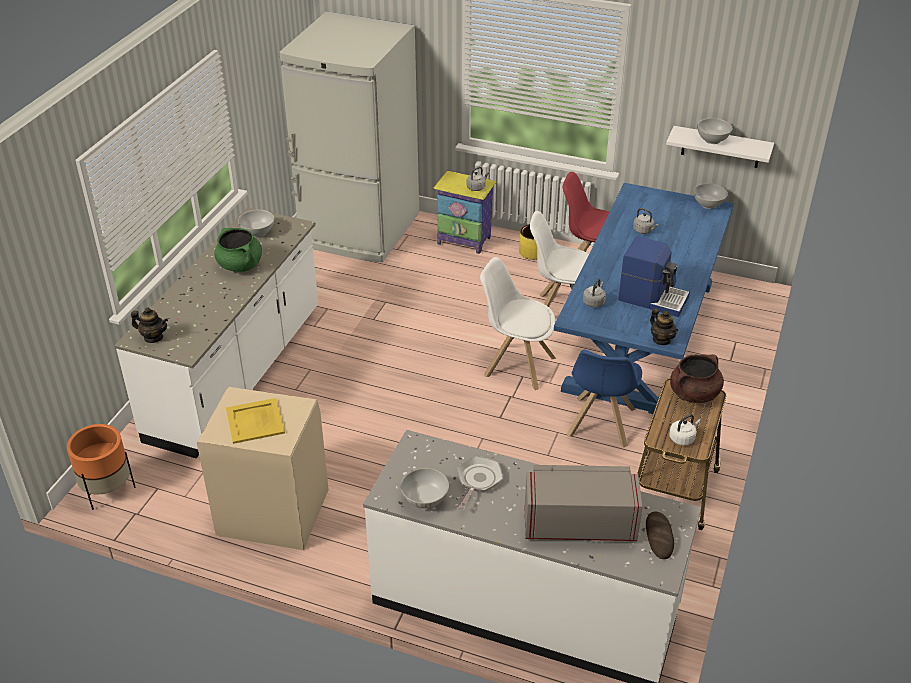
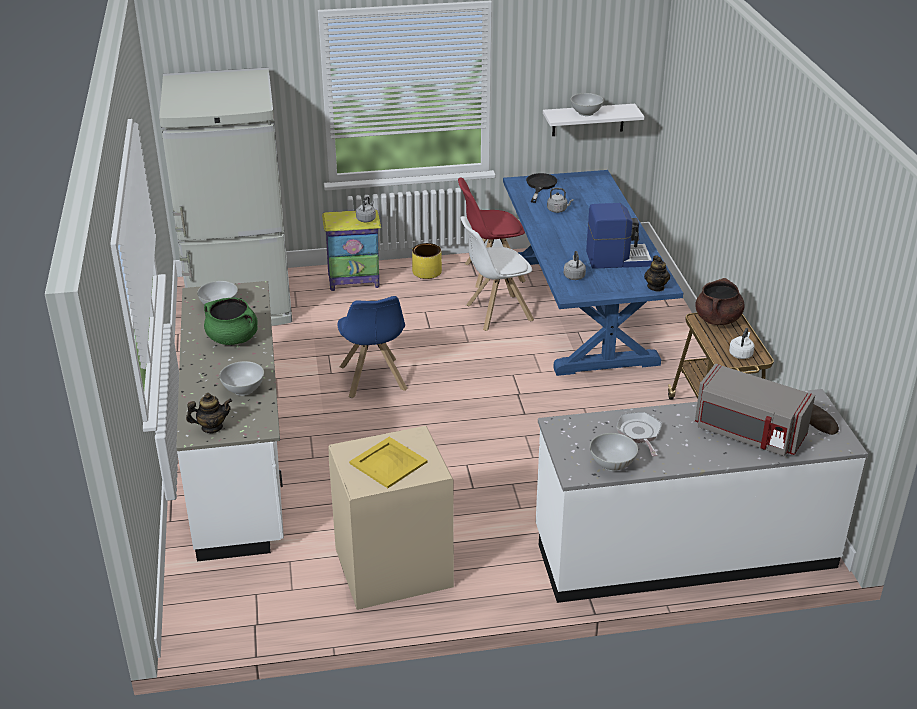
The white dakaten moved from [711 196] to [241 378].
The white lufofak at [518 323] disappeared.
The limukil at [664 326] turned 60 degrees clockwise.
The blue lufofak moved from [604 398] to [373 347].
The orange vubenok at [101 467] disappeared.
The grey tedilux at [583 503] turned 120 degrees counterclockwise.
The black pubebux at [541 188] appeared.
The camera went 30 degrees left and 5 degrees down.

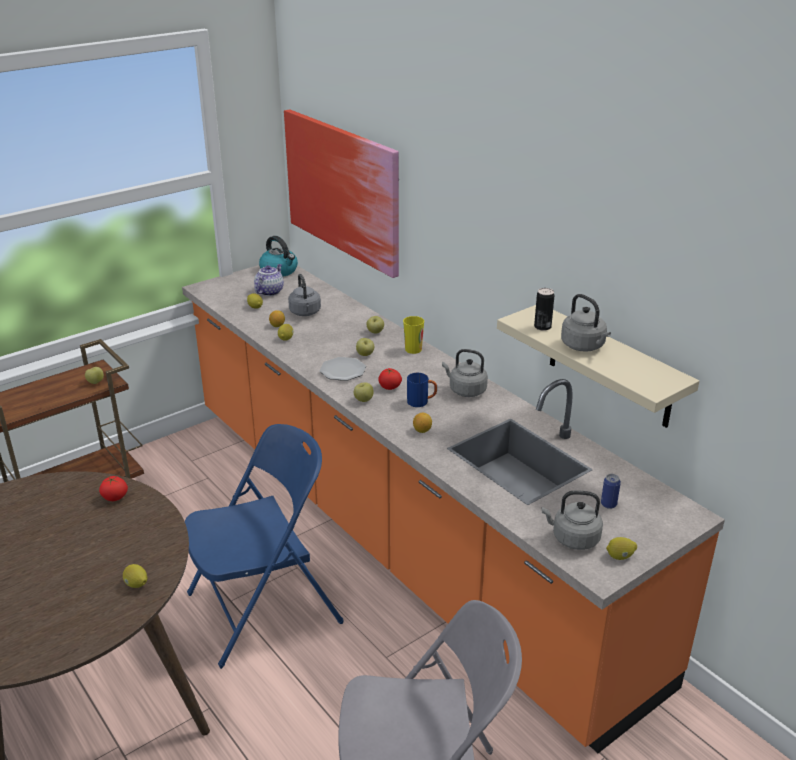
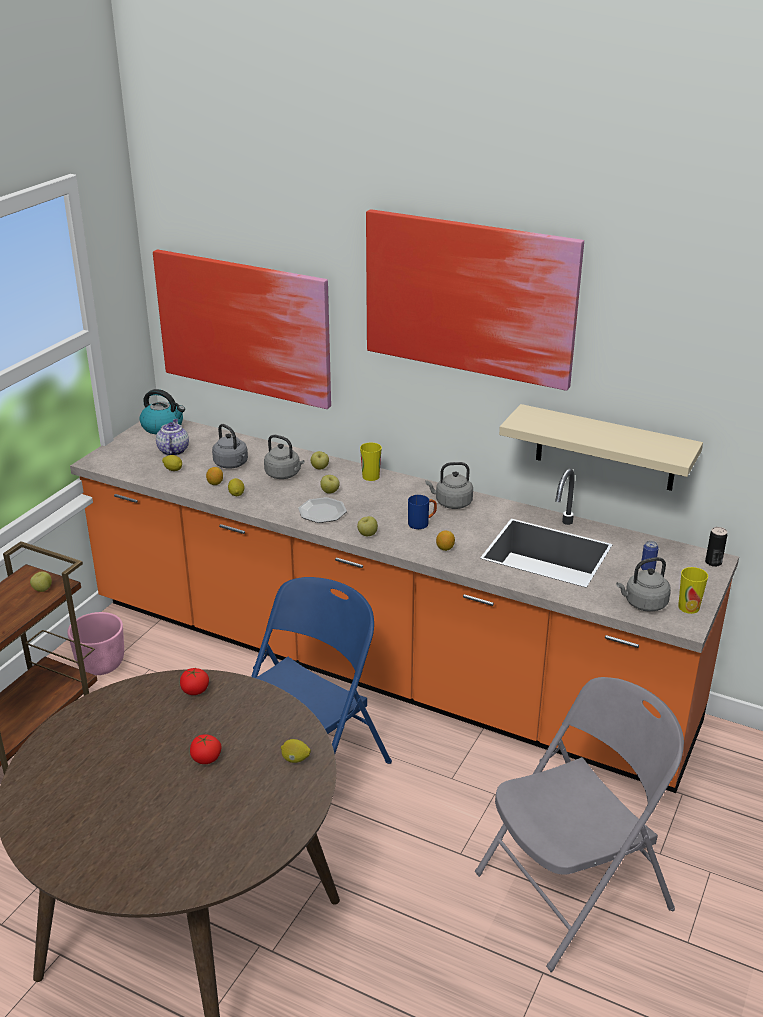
The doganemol moved from [544 309] to [716 547].
The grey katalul moved from [586 323] to [284 457].
The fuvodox moved from [390 379] to [205 749].
The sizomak at [621 548] was replaced by the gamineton at [693 590].
The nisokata at [475 300] appeared.
The pink vubenok at [95 643] appeared.
The camera went 25 degrees left and 0 degrees up.

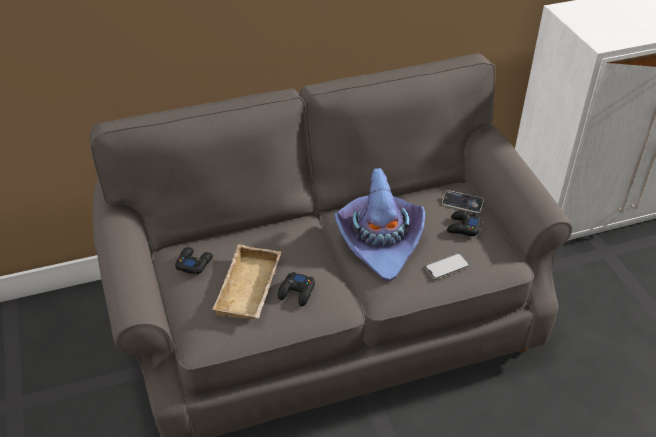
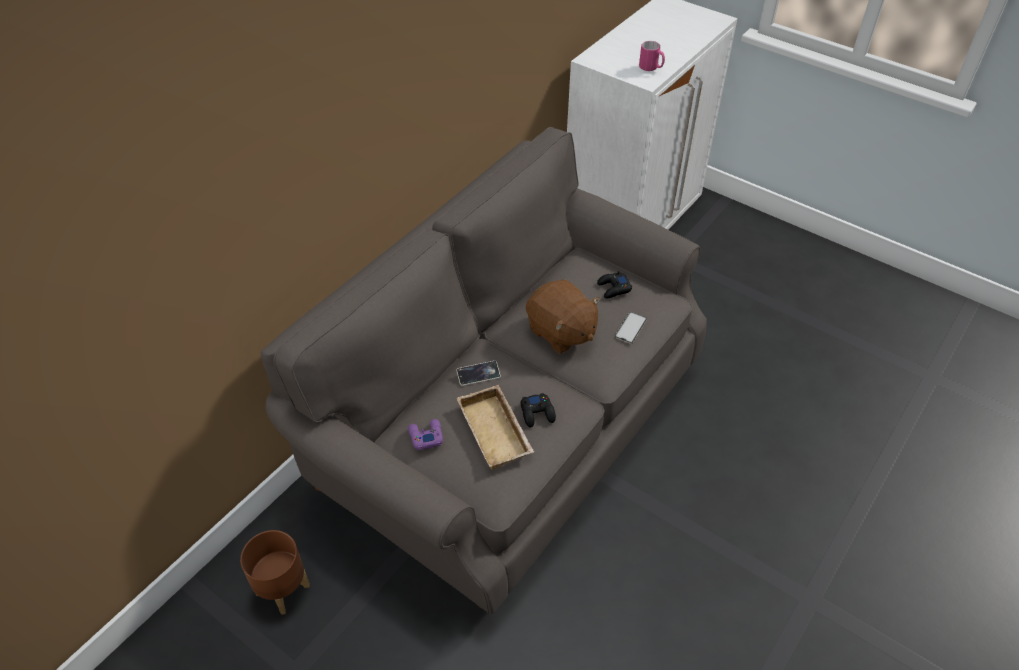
The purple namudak at [379 225] was replaced by the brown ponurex at [563 317].
The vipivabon moved from [463 201] to [478 373].
The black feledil at [194 261] became the purple feledil at [425 435].
The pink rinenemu at [652 56] appeared.
The brown vubenok at [275 572] appeared.
The camera went 35 degrees left and 5 degrees up.

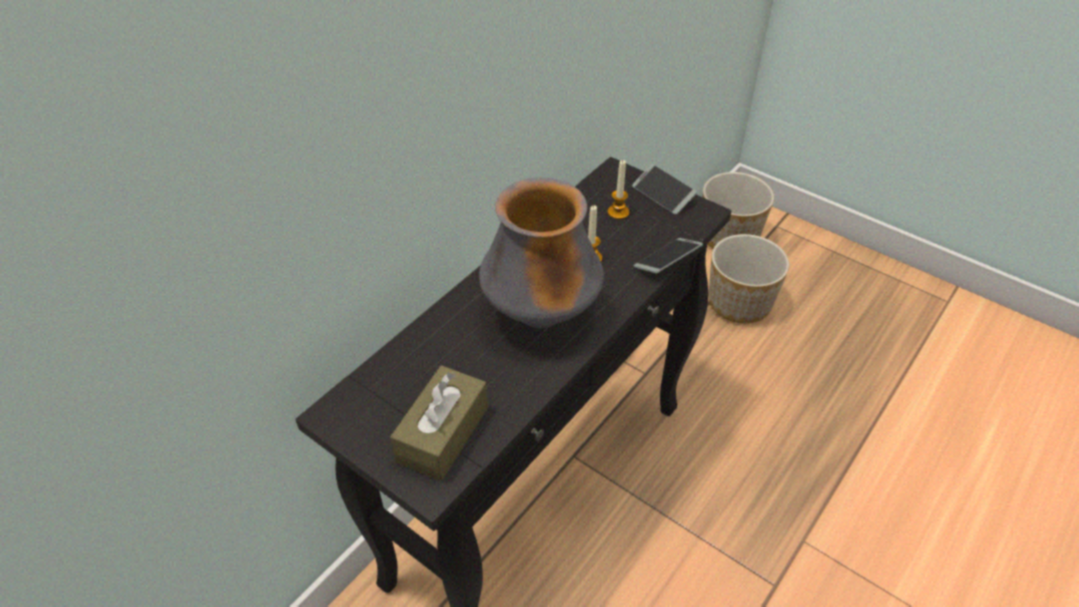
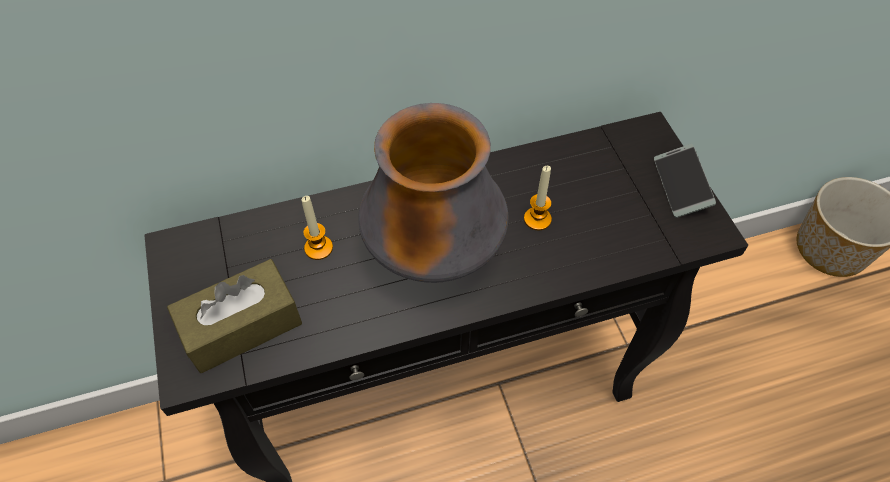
The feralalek moved from [618 189] to [317 228].
The vubenok at [748 279] disappeared.
The vipivabon at [668 255] disappeared.
The camera went 35 degrees right and 10 degrees up.

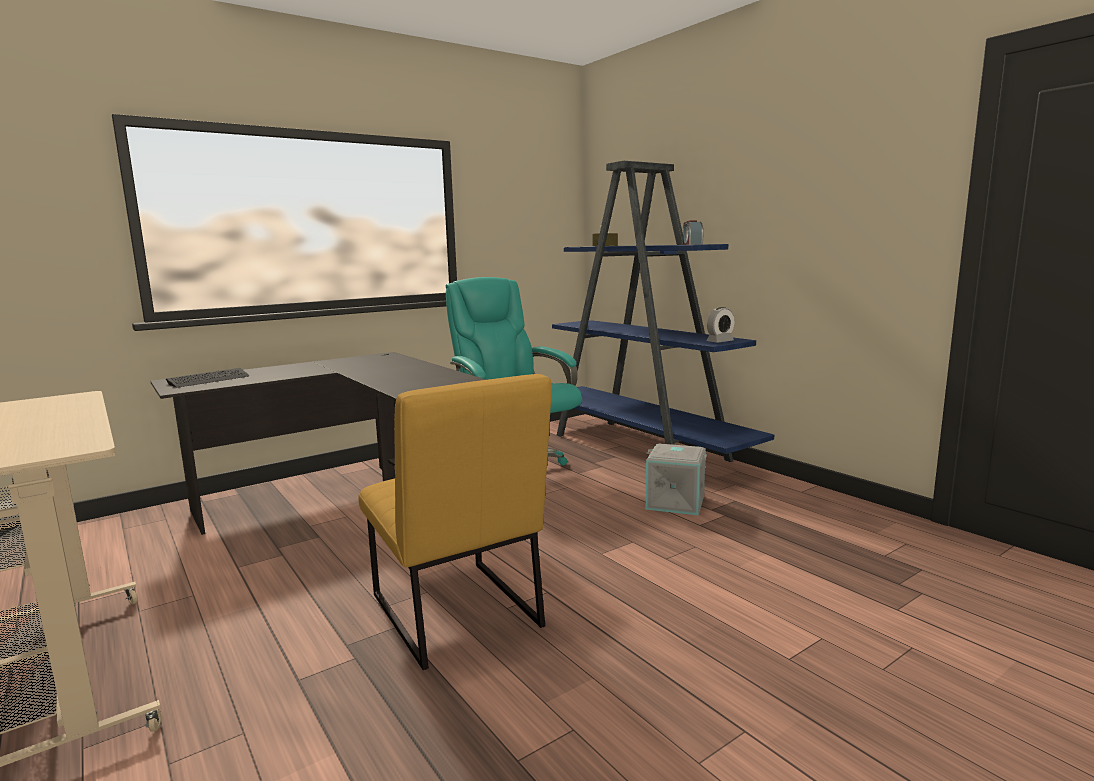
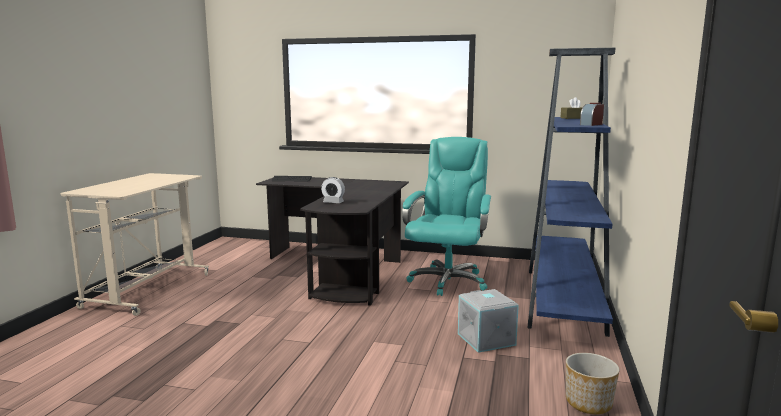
The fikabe moved from [720 324] to [333 190].
The yellow lufofak at [454 522] disappeared.
The vubenok at [592 383] appeared.
The camera went 50 degrees right and 0 degrees up.

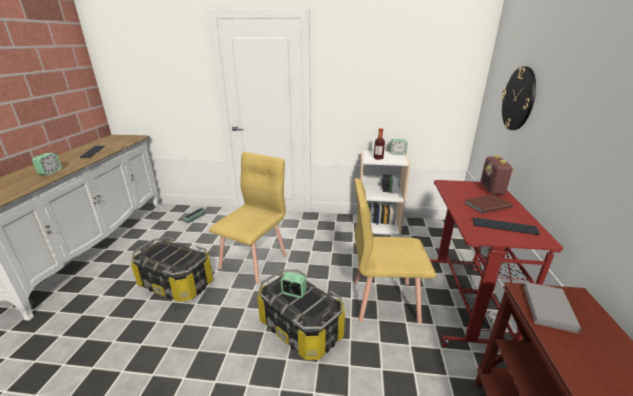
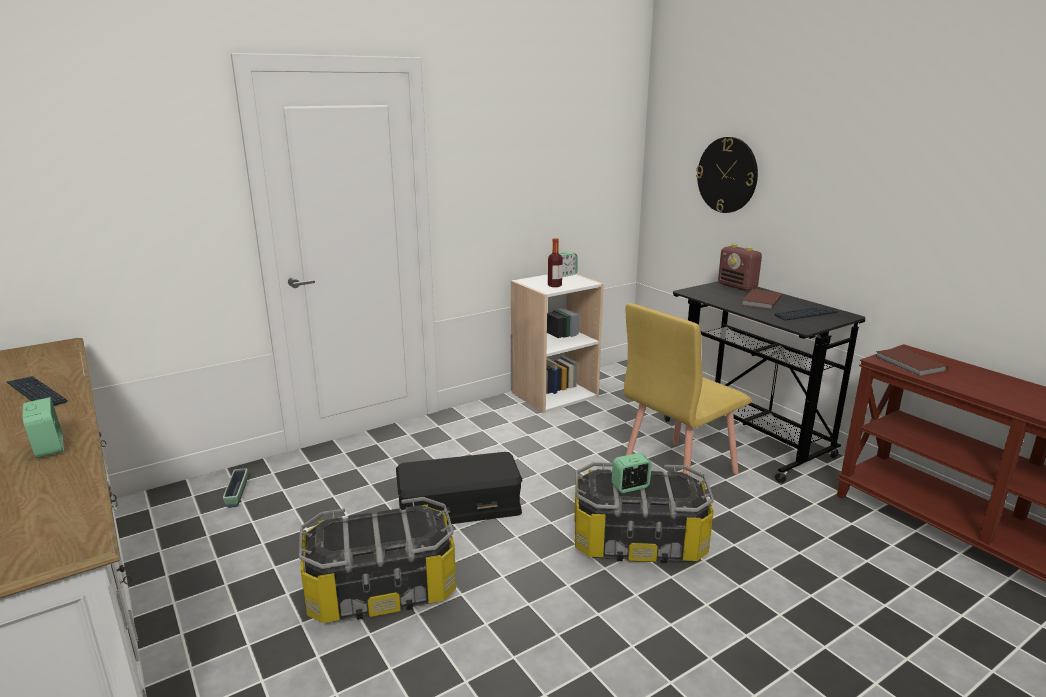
The yellow lufofak at [248 218] was replaced by the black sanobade at [459 488].
The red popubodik at [496 263] became the black popubodik at [764 382].
The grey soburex at [552 308] became the brown soburex at [911 362].
The camera went 40 degrees left and 5 degrees down.

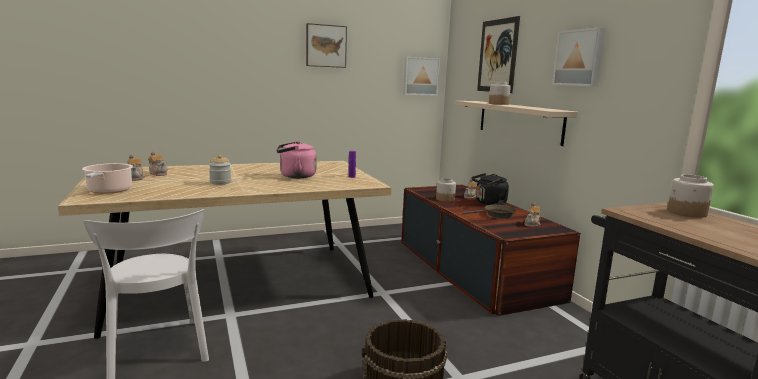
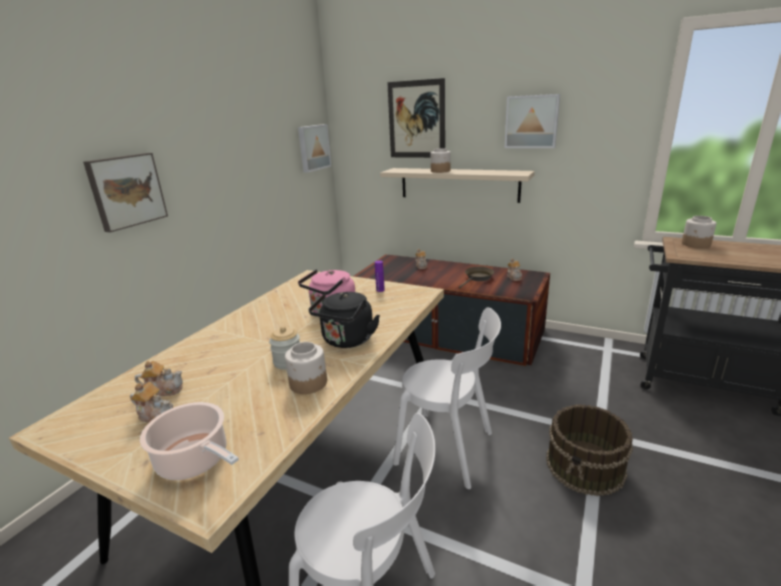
The nisokata moved from [326 45] to [125 192].
The black katalul moved from [490 189] to [344 320].
The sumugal moved from [446 190] to [306 368].
The white lufofak at [447 398] appeared.
The camera went 40 degrees left and 10 degrees up.

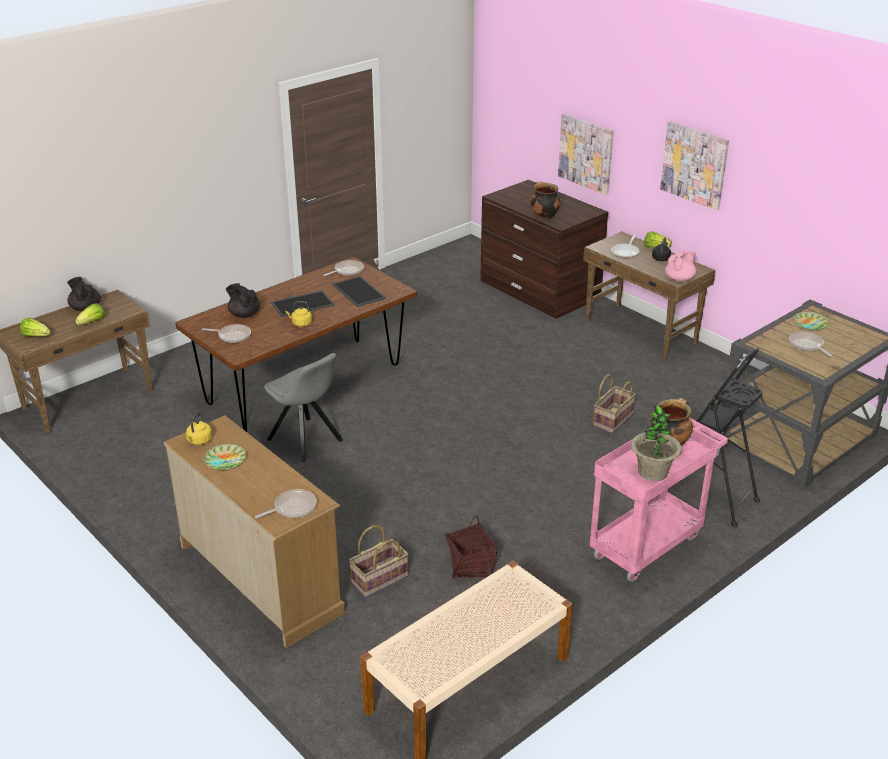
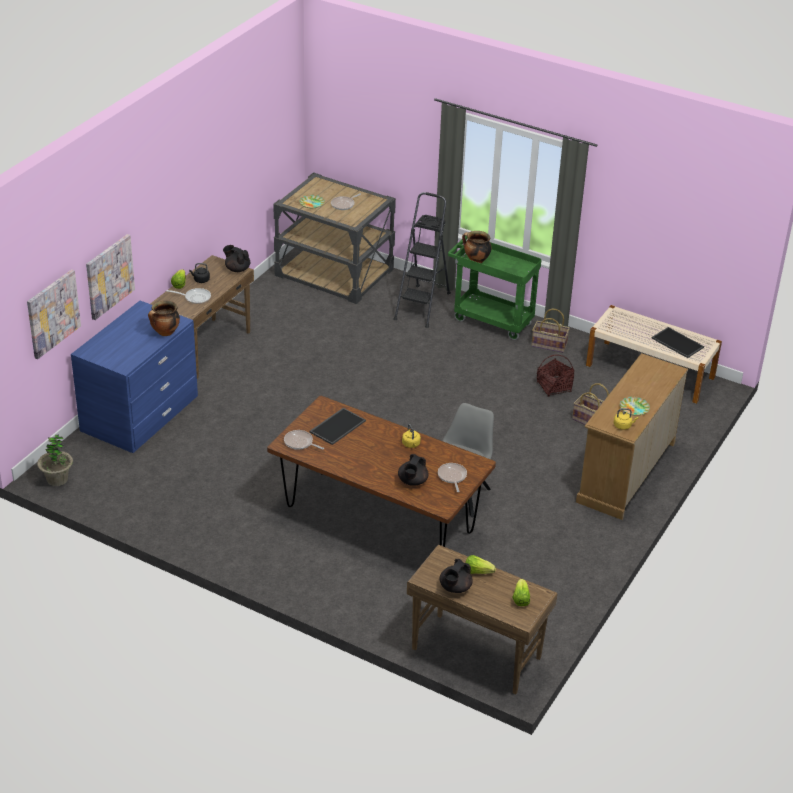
The nisokata moved from [694 165] to [54 314].
The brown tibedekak at [544 249] became the blue tibedekak at [134 377].
The pink limukil at [680 266] became the black limukil at [236 258].
The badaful moved from [302 303] to [677 342].
The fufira moved from [614 403] to [550 331].
The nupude moved from [656 443] to [55 460].
The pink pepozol at [659 500] became the green pepozol at [495 288].
The pubebux at [286 503] disappeared.
The camera went 110 degrees left and 5 degrees up.

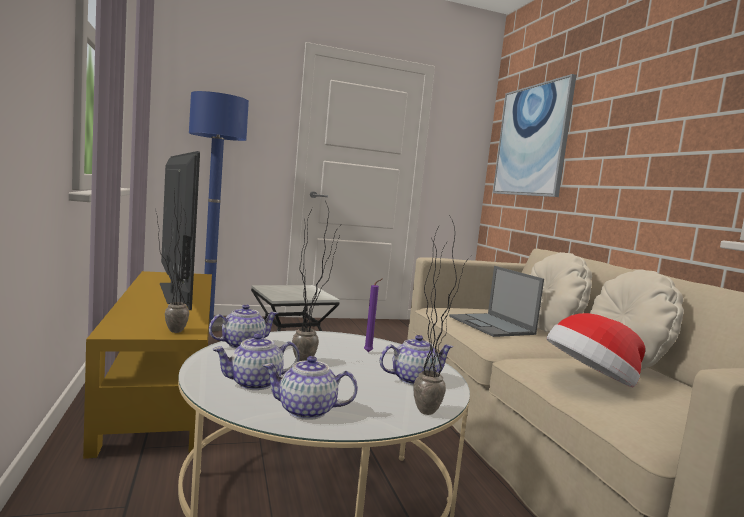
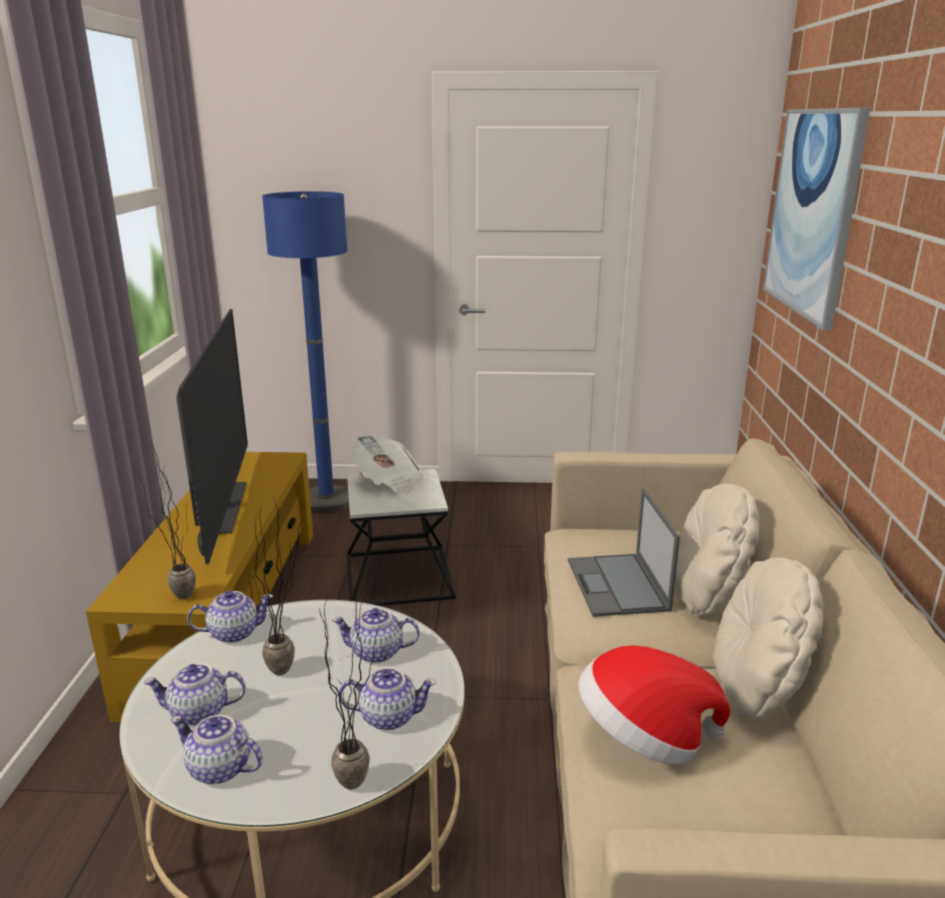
The purple feralalek at [373 315] was replaced by the limukil at [376 635].
The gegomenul at [387 465] appeared.
The camera went 20 degrees right and 15 degrees up.

